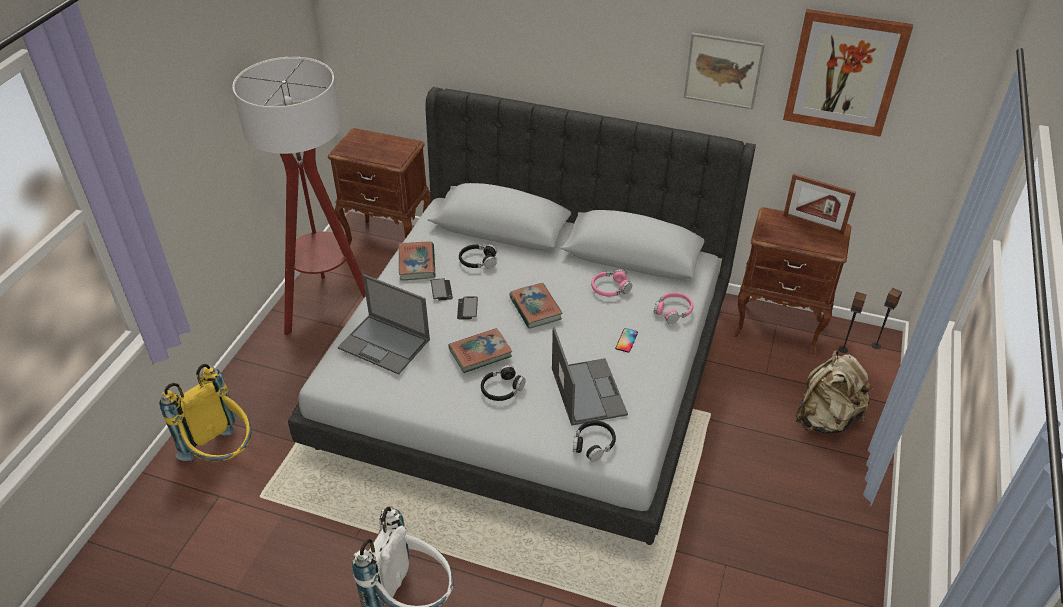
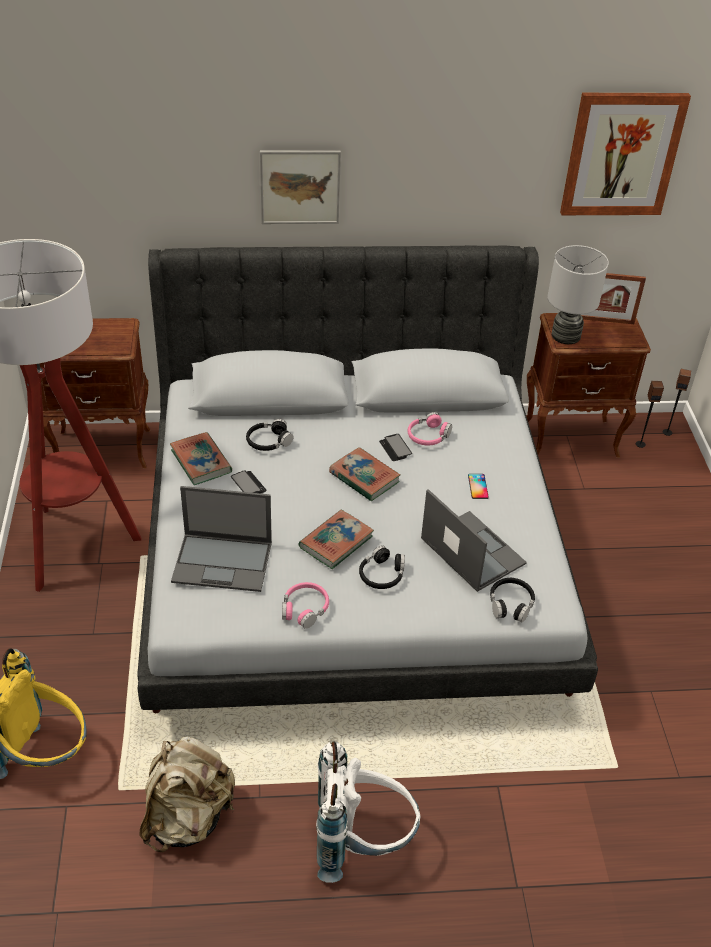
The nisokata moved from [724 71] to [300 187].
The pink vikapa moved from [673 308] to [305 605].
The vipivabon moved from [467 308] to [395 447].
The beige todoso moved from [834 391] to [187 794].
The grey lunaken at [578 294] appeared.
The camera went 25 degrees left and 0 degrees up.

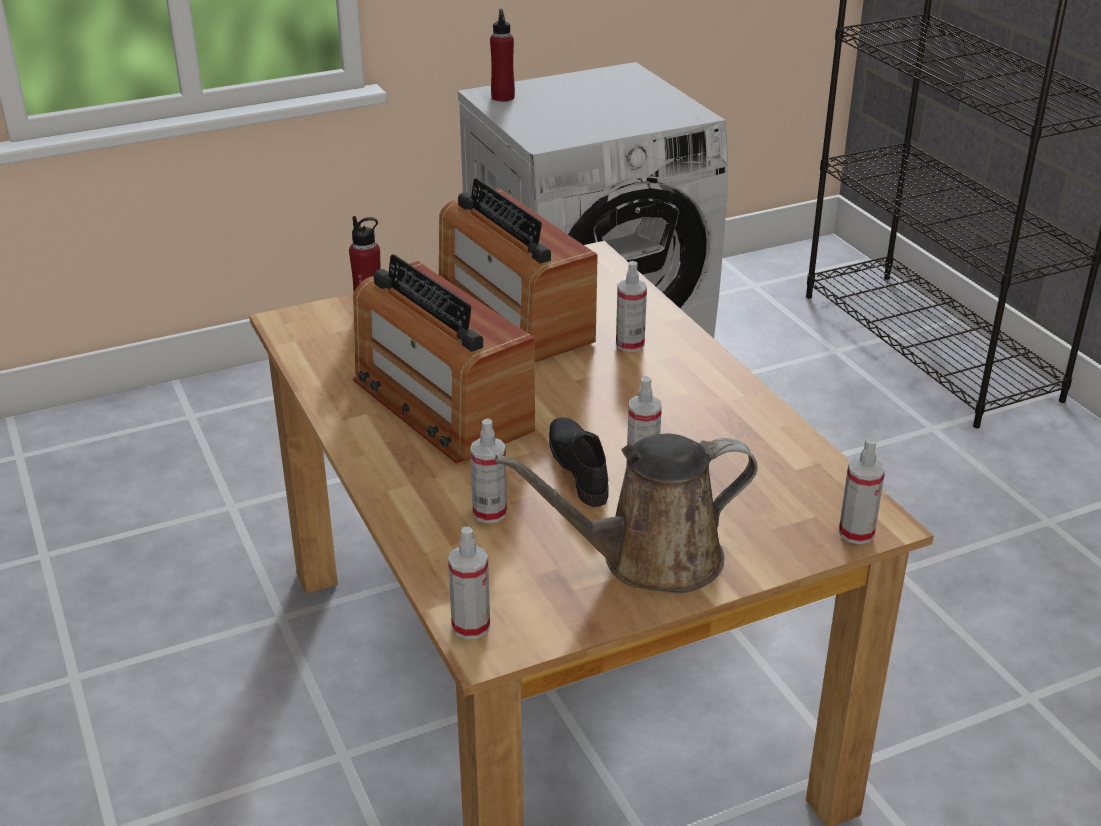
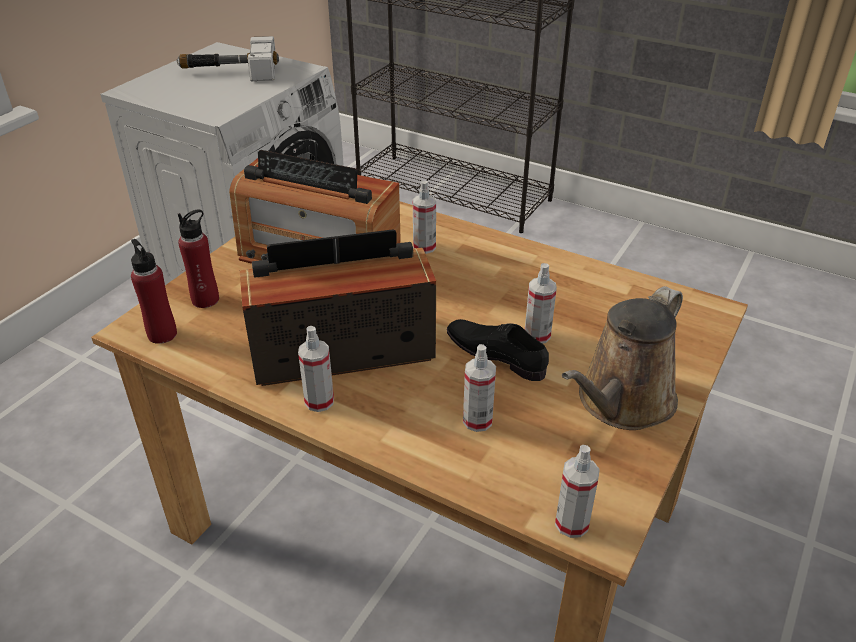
The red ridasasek moved from [502 55] to [154 291].
The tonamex at [444 359] turned 150 degrees clockwise.
The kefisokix moved from [862 491] to [316 369].
The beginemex at [228 58] appeared.
The camera went 35 degrees left and 5 degrees up.

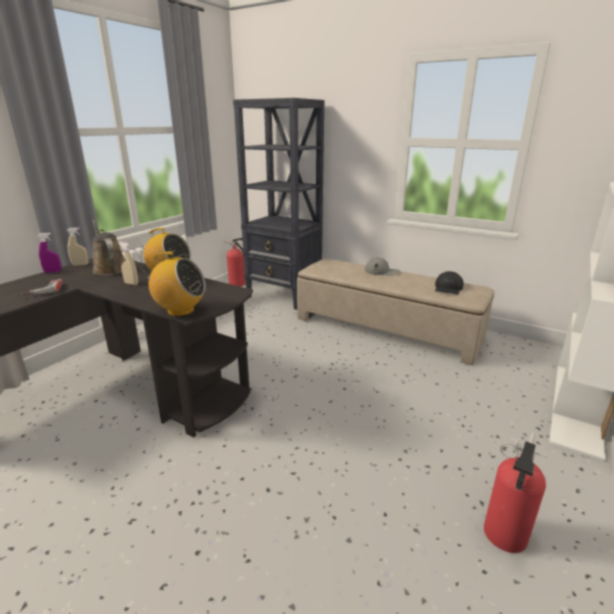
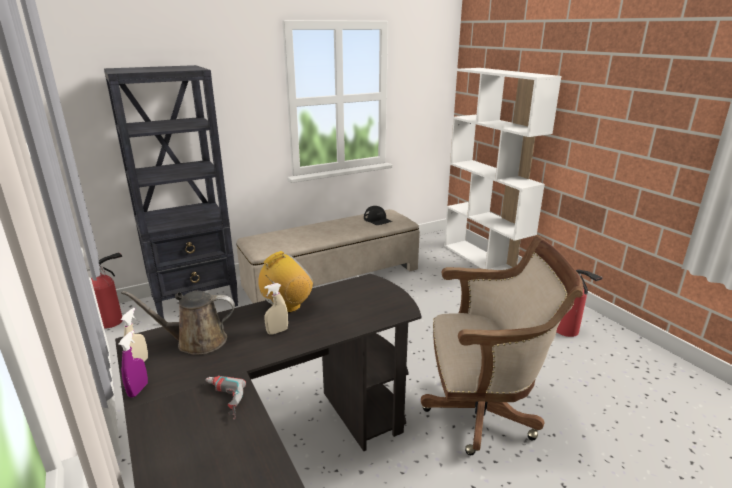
The tonamex at [173 284] disappeared.
The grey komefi at [382 266] disappeared.
The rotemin at [502 345] appeared.
The camera went 60 degrees left and 0 degrees up.

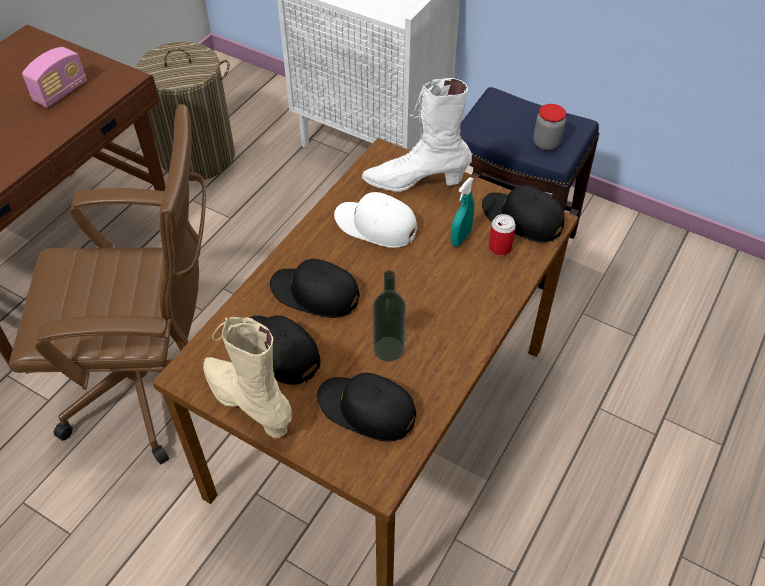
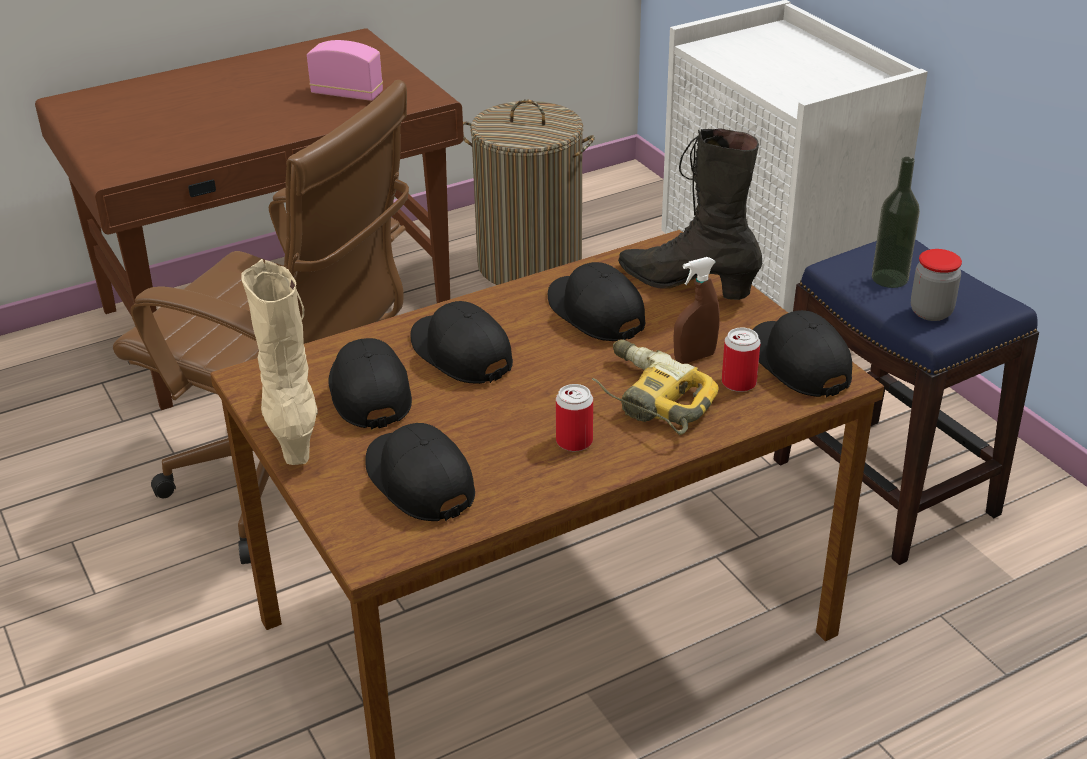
The tonamex at [54 77] turned 135 degrees counterclockwise.
The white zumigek at [417 134] became the black zumigek at [690 214].
The turquoise kefisokix at [462 212] became the brown kefisokix at [696 310].
The white komefi at [375 220] became the black komefi at [596 301].
The ridasasek moved from [389 315] to [896 222].
The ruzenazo at [655 387] appeared.
The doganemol at [574 417] appeared.
The camera went 30 degrees right and 15 degrees down.

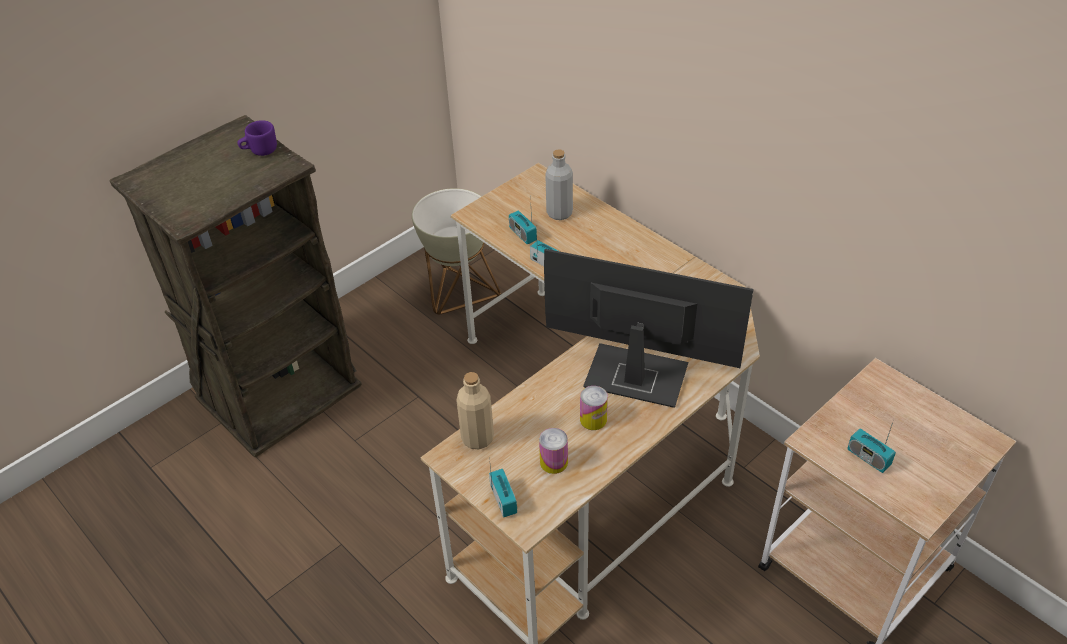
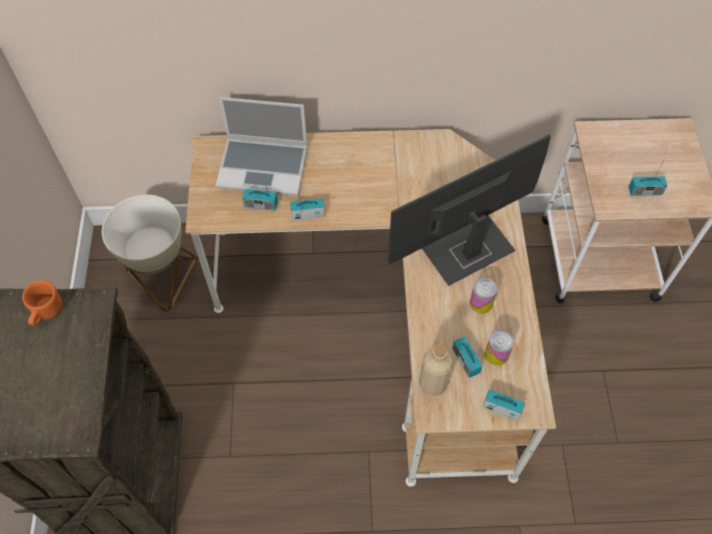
The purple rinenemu at [257 138] became the orange rinenemu at [42 303].
The grey ridasasek at [559 184] was replaced by the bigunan at [261 146].
The tonamex at [467 357] appeared.
The camera went 50 degrees left and 15 degrees up.

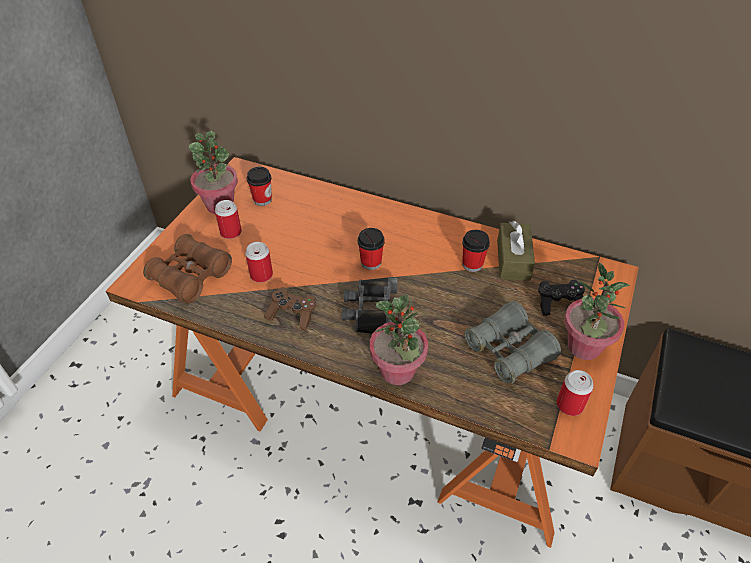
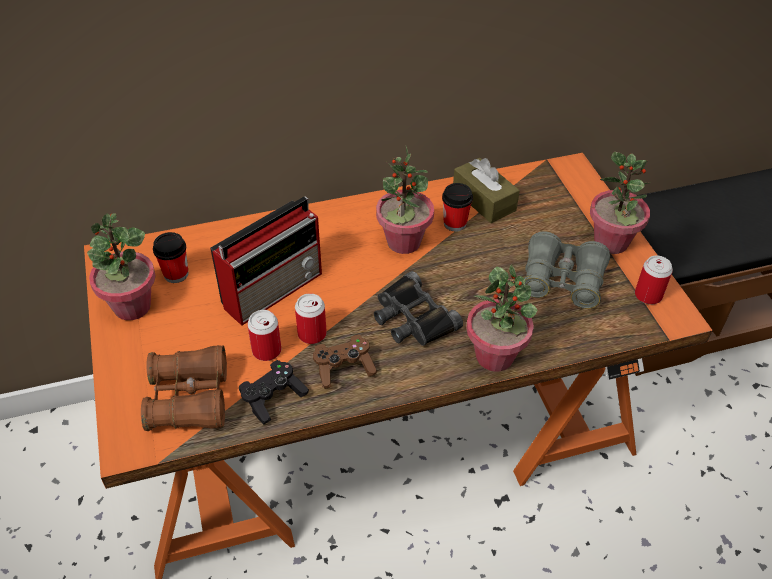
The doganemol moved from [228 219] to [311 318].
The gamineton at [371 249] disappeared.
The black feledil moved from [561 298] to [274 392].
The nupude at [405 200] appeared.
The tonamex at [266 261] appeared.
The camera went 40 degrees left and 0 degrees up.

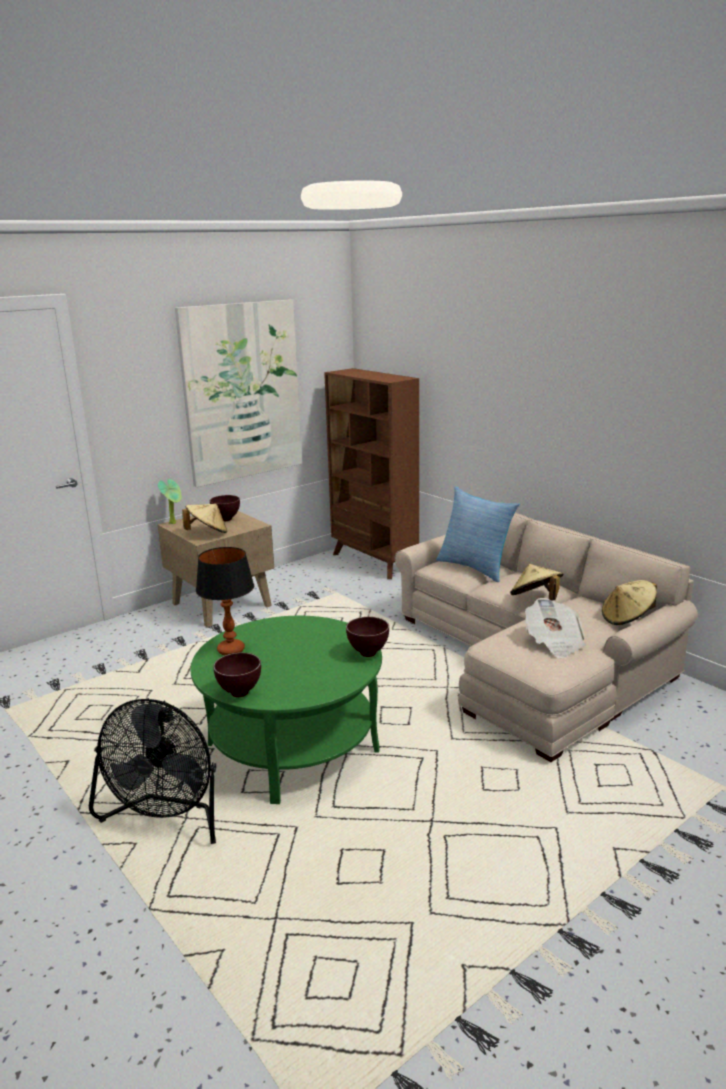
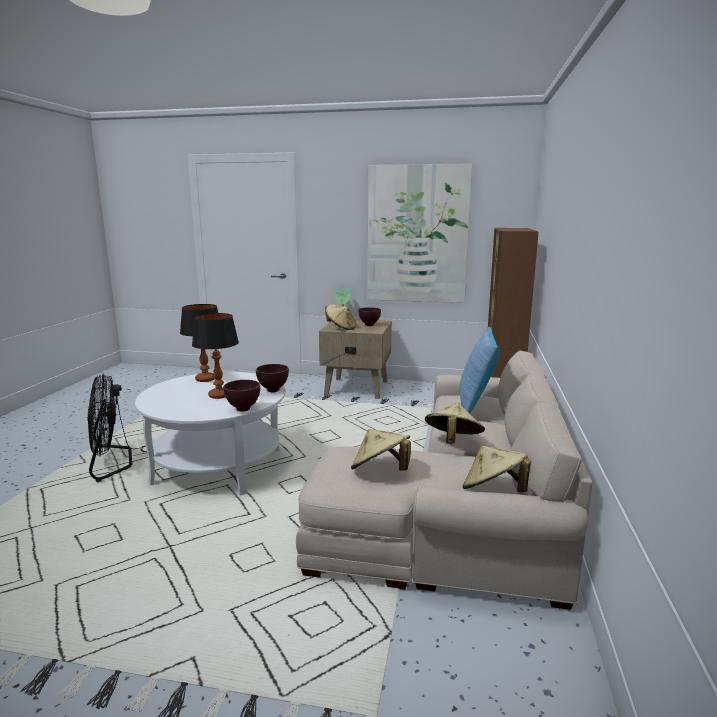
The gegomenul at [555 628] was replaced by the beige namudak at [381 450].
The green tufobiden at [286 710] became the white tufobiden at [210 434].
The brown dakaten moved from [237 674] to [272 378].
The lunaken at [215 356] appeared.
The camera went 50 degrees right and 5 degrees down.

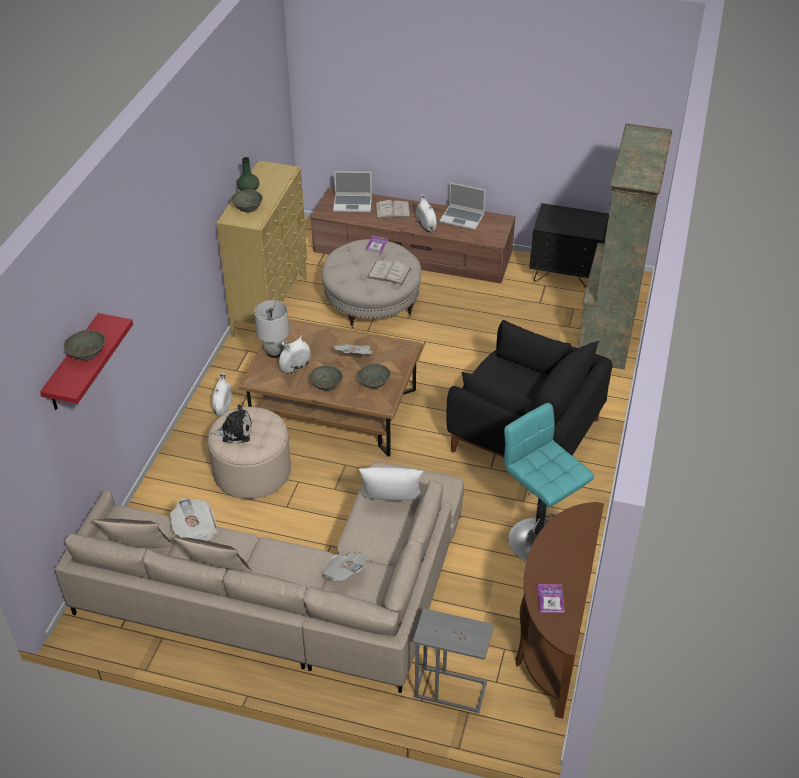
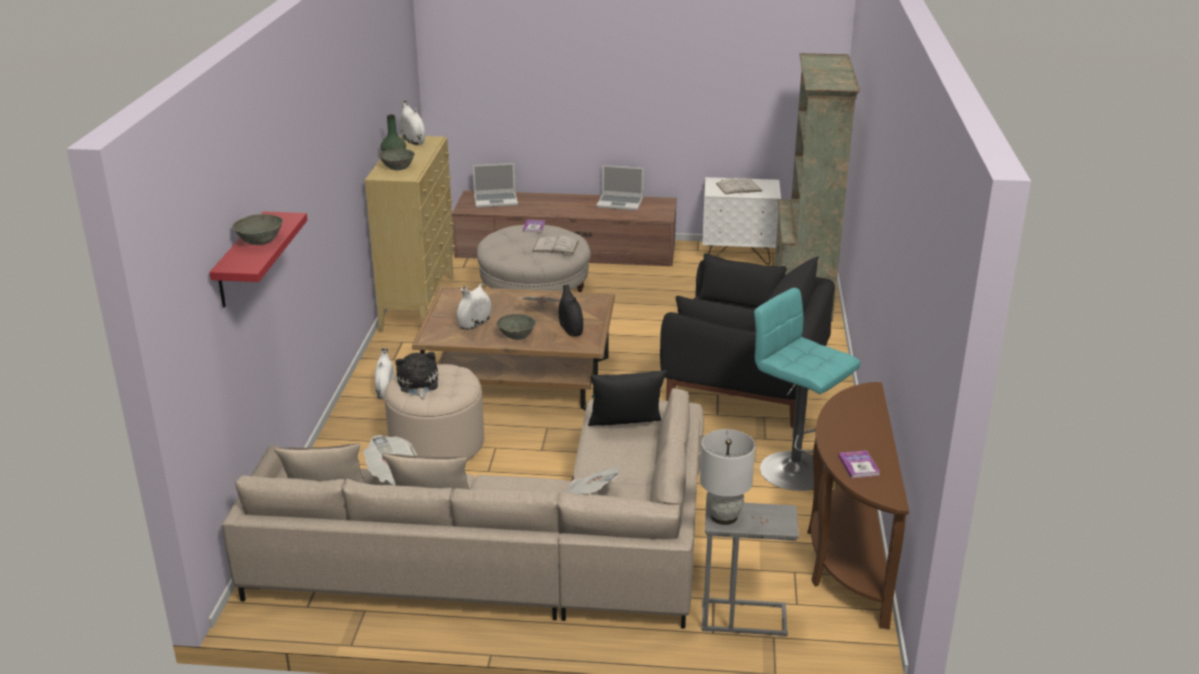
The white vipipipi moved from [426 213] to [412 122].
The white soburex moved from [393 209] to [739 186].
The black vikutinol at [569 245] became the white vikutinol at [741 220].
The white lunaken moved from [271 329] to [727 477].
The grey dakaten at [373 376] was replaced by the black vipipipi at [571 310].
The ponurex at [231 424] turned 90 degrees counterclockwise.
The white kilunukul at [391 484] became the black kilunukul at [627 398].
The camera went 10 degrees left and 15 degrees down.

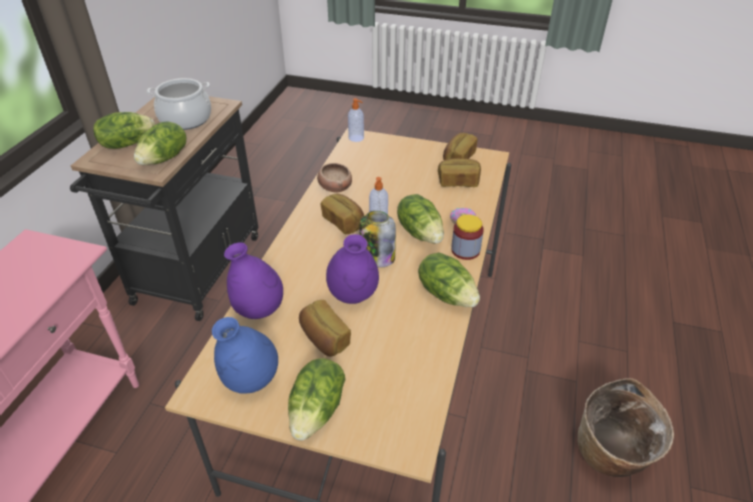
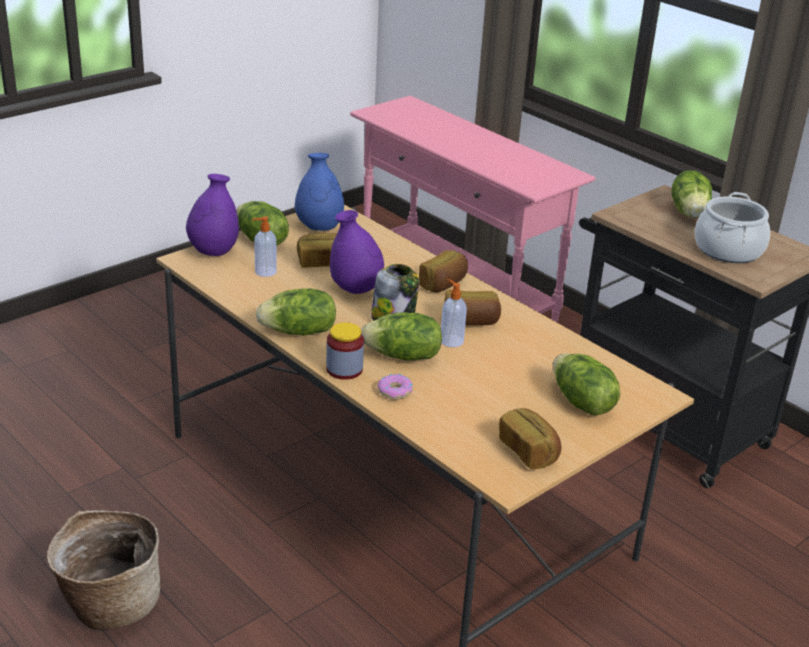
The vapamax moved from [356 120] to [264 246].
The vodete moved from [160 143] to [586 384].
The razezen moved from [459 173] to [443 271].
The dakaten at [334 177] disappeared.
The purple vipipipi moved from [253 280] to [212 215].
The camera went 120 degrees right and 10 degrees down.

